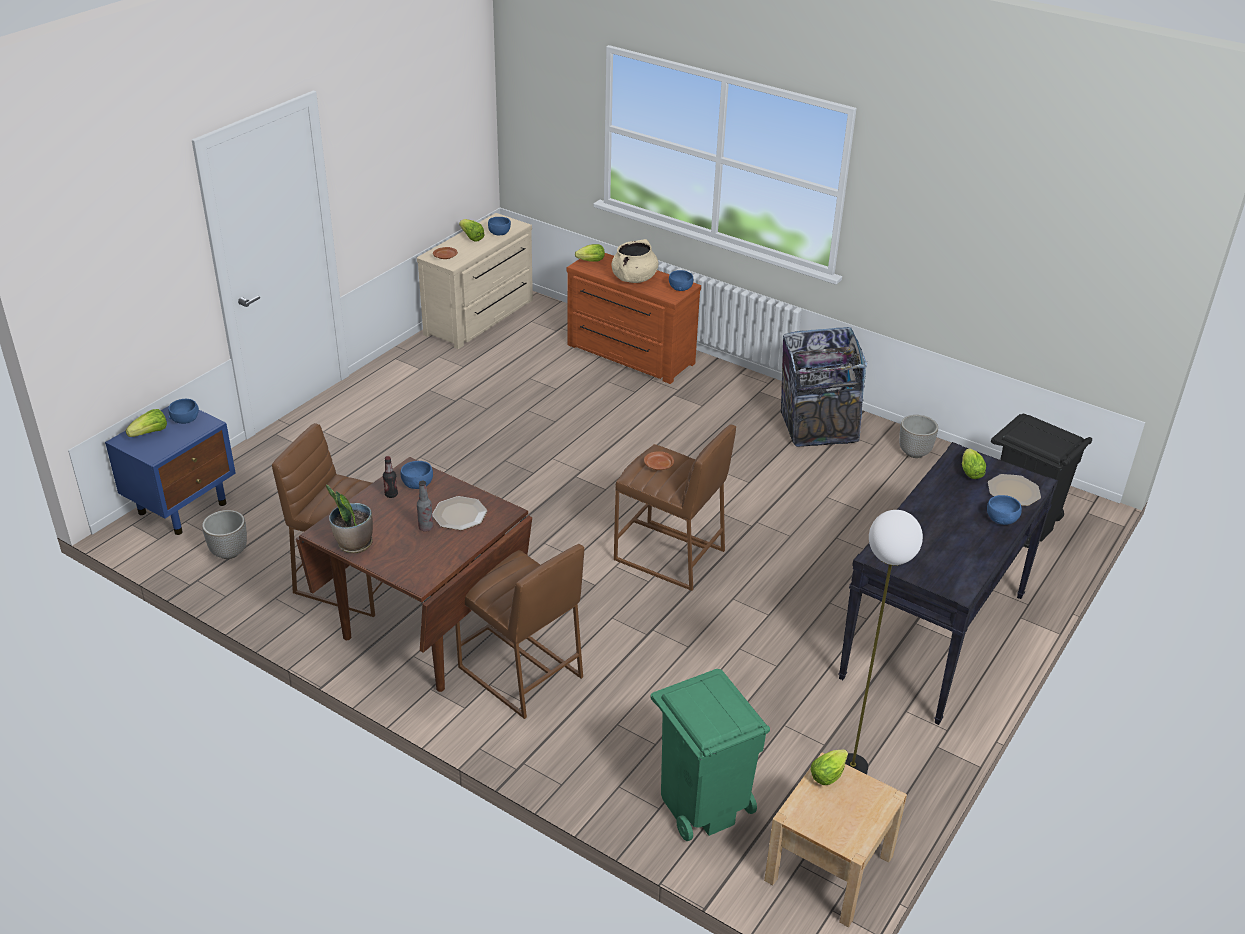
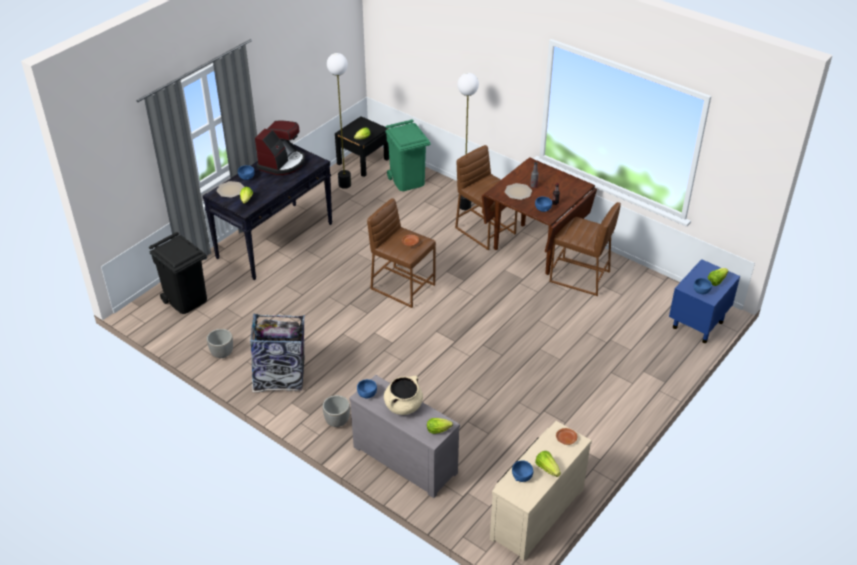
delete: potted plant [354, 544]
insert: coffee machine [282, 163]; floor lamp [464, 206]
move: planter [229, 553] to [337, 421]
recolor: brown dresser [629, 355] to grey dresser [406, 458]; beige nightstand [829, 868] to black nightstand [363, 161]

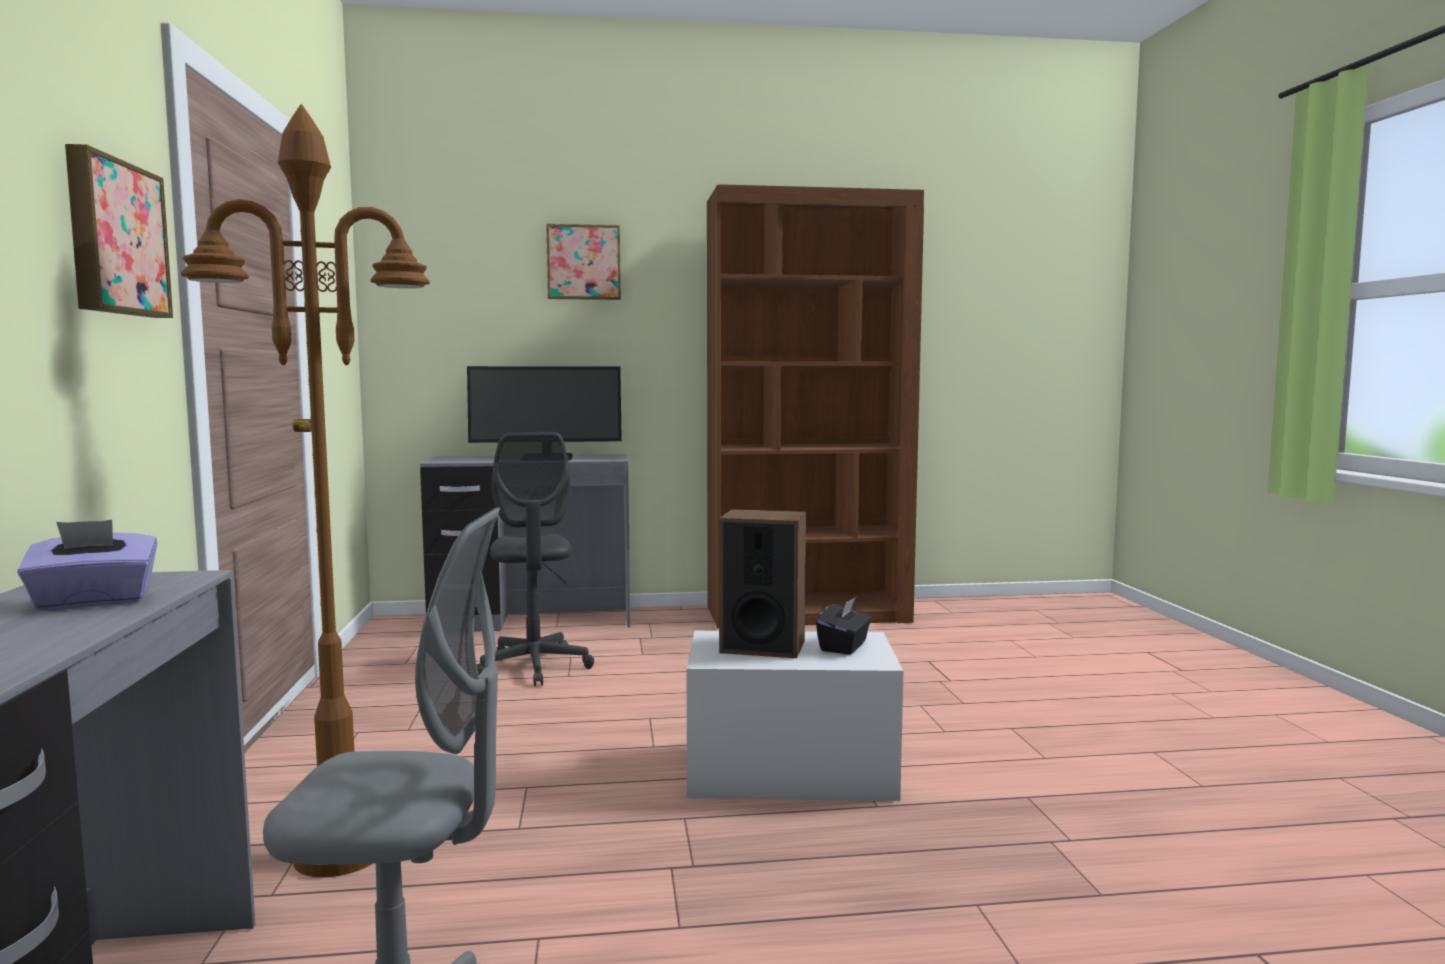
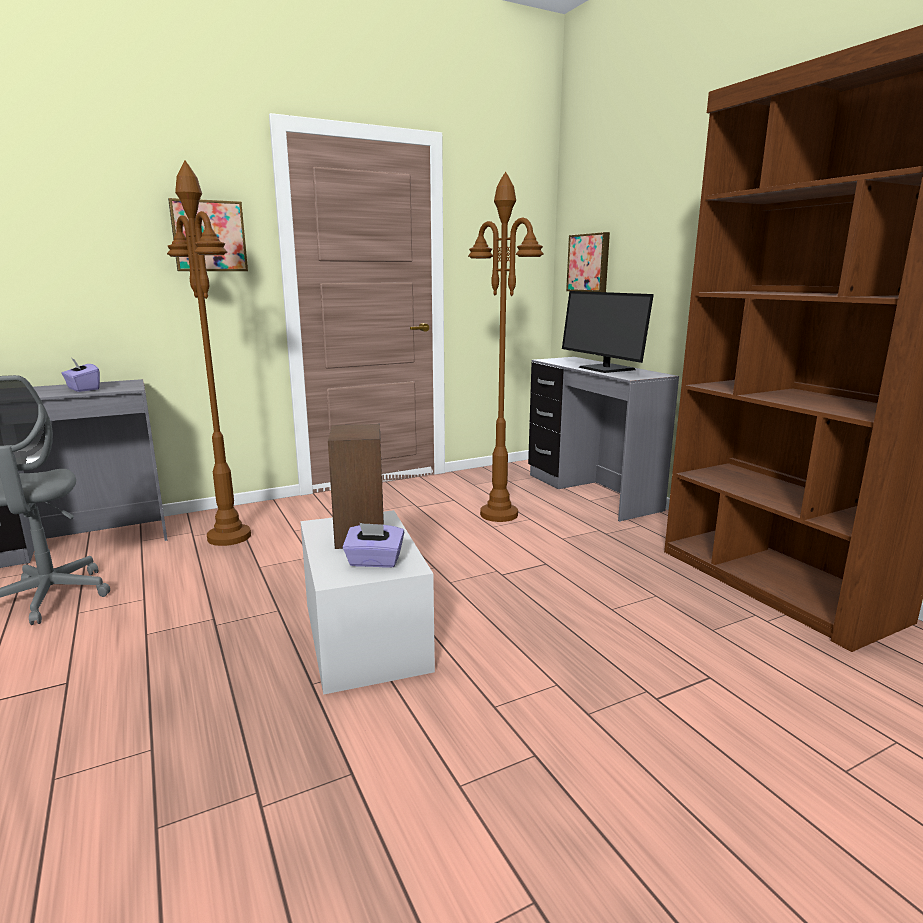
move: picture [584, 262] to [589, 263]
replace: grey office chair [534, 667] to brown floor lamp [498, 514]
recolor: black tissue box [844, 646] to purple tissue box [374, 562]

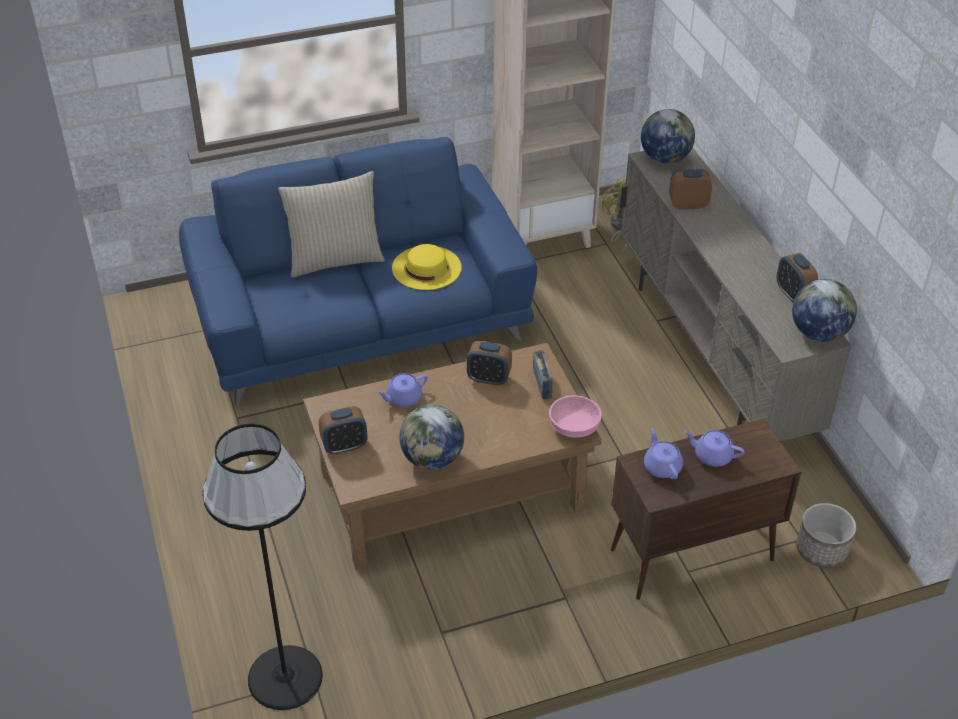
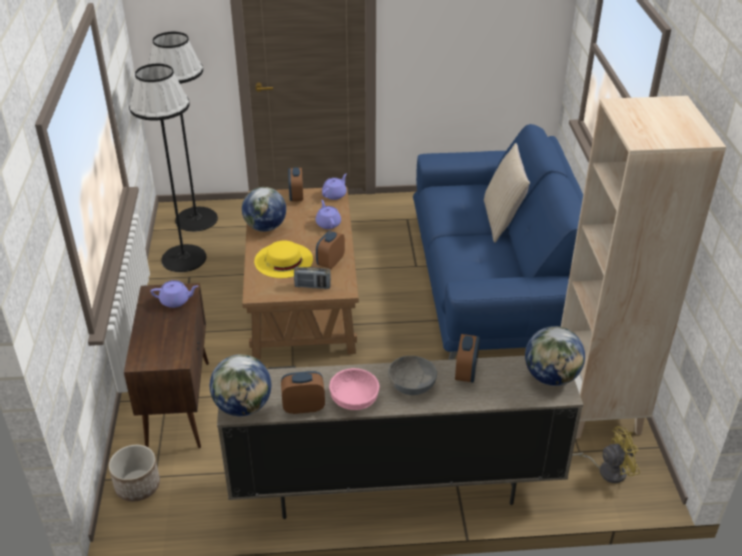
insert: black floor lamp [183, 258]; grey bowl [412, 386]
move: yellow hat [426, 267] to [283, 260]; pink bowl [575, 427] to [353, 399]; purple teapot [712, 456] to [335, 194]

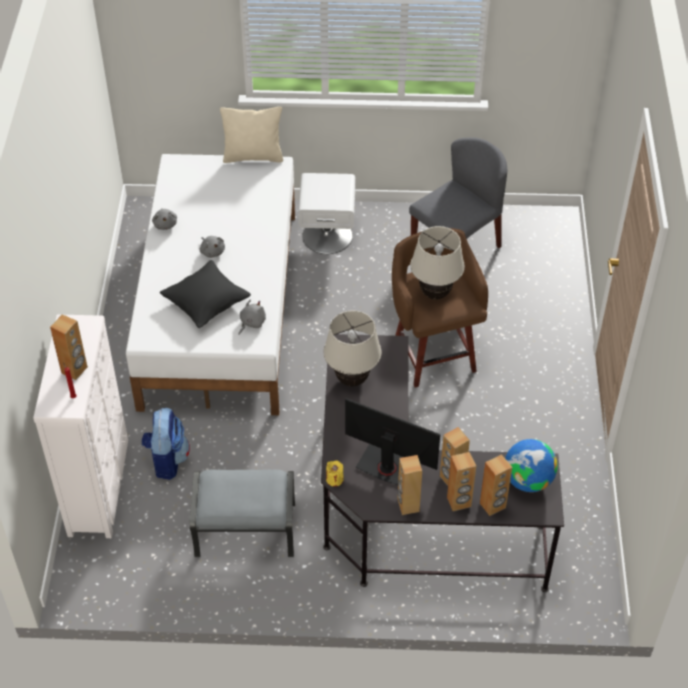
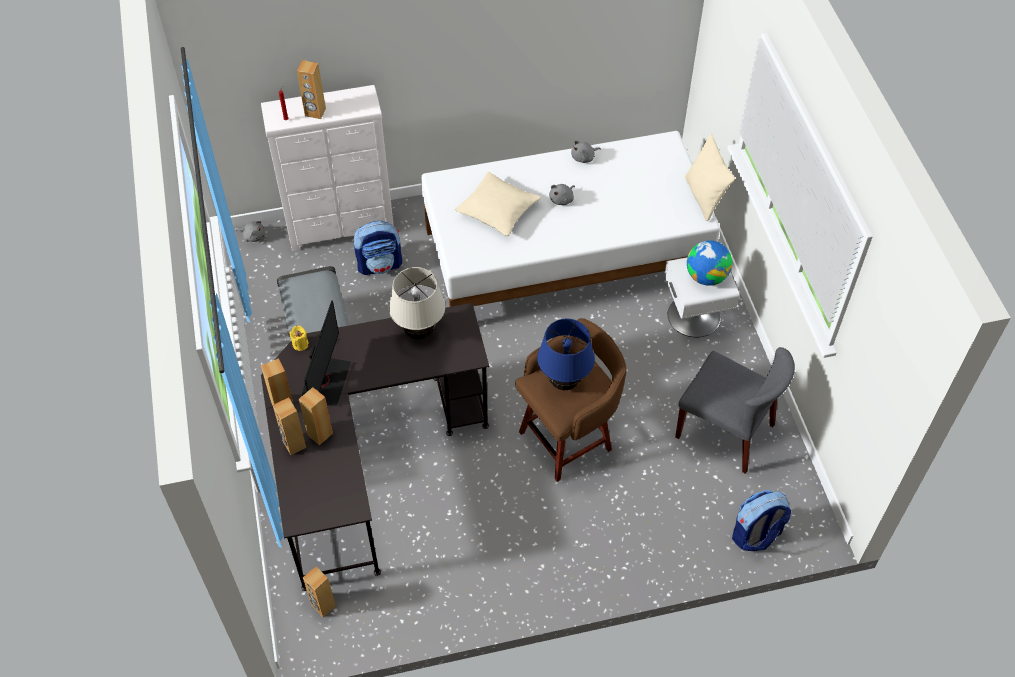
insert: backpack [756, 535]
move: grey plush toy [251, 323] to [253, 236]; brown speaker [492, 505] to [323, 606]; globe [527, 480] to [706, 276]
recolor: black pillow [206, 301] to beige pillow [498, 211]; beige table lamp [435, 294] to blue table lamp [564, 383]

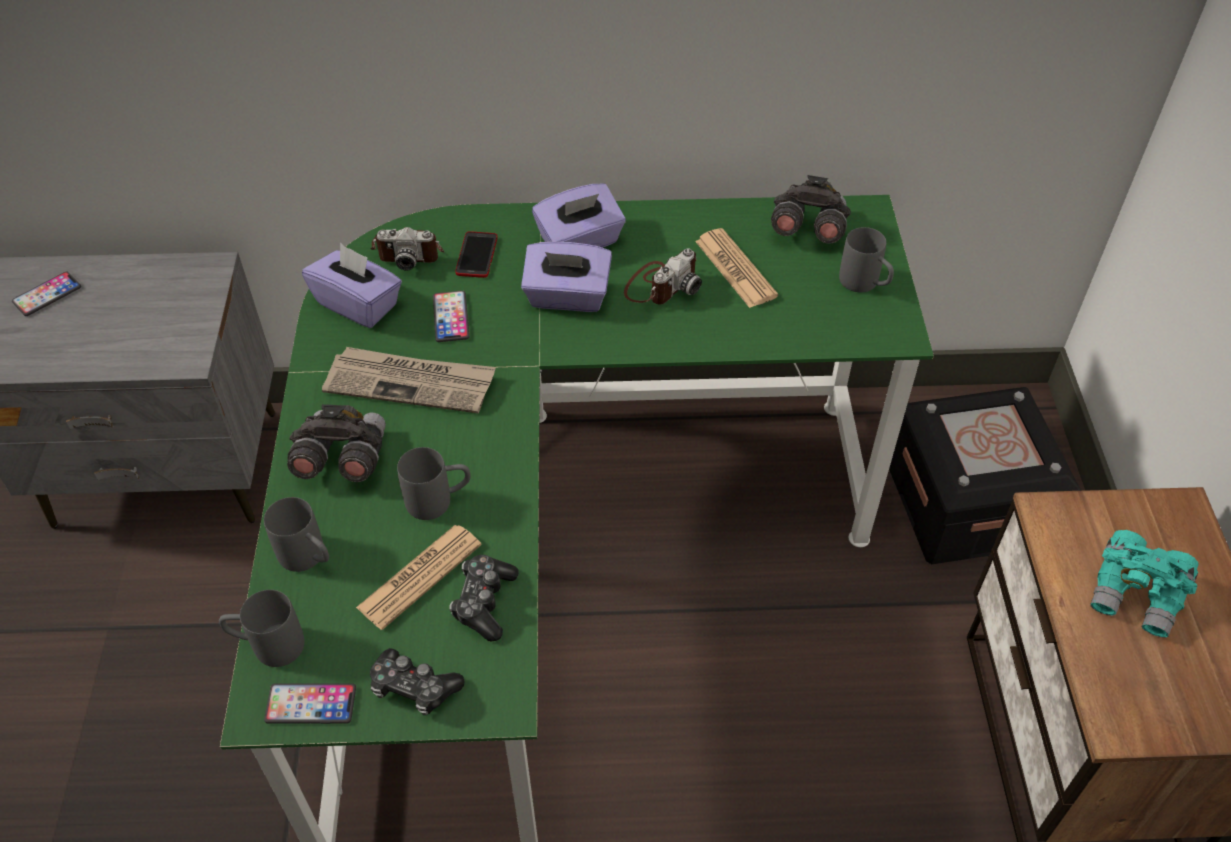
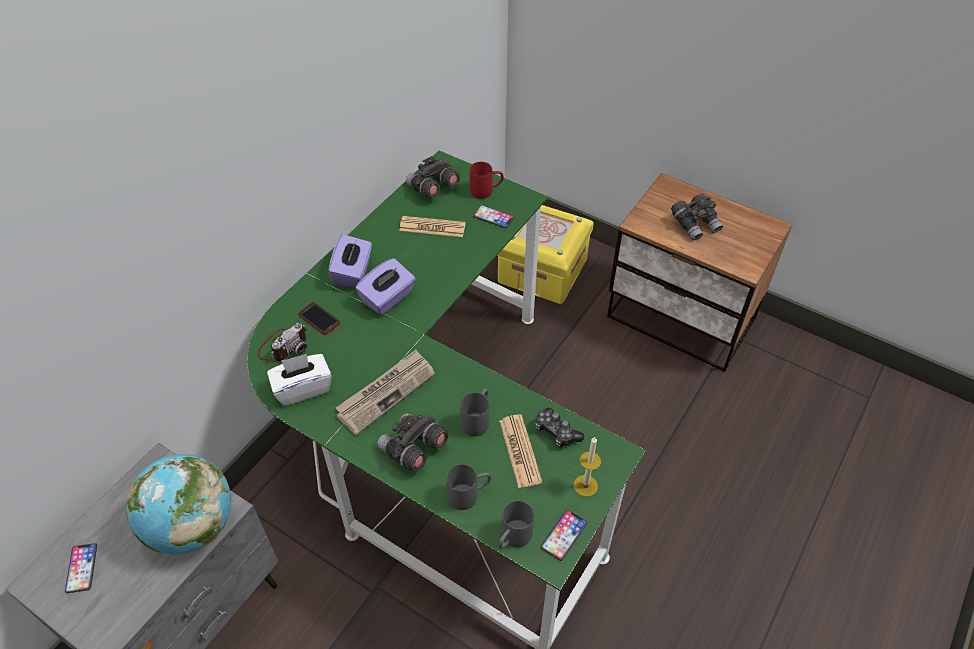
delete: photo camera [661, 285]
insert: globe [192, 526]
move: phone [451, 317] to [493, 217]
replace: game controller [414, 688] to candle [585, 486]
recolor: purple tissue box [358, 304] to white tissue box [303, 388]; grey mug [865, 284] to red mug [486, 191]; black storage box [966, 504] to yellow storage box [542, 271]; turquoise binoculars [1136, 595] to grey binoculars [695, 224]

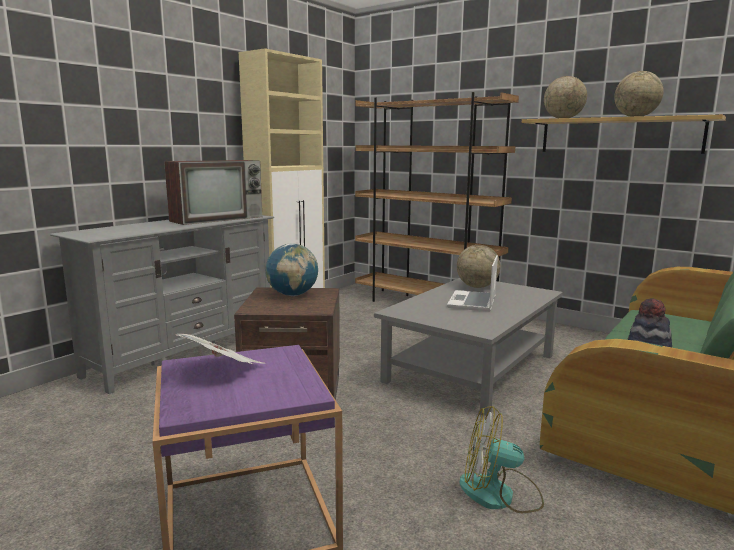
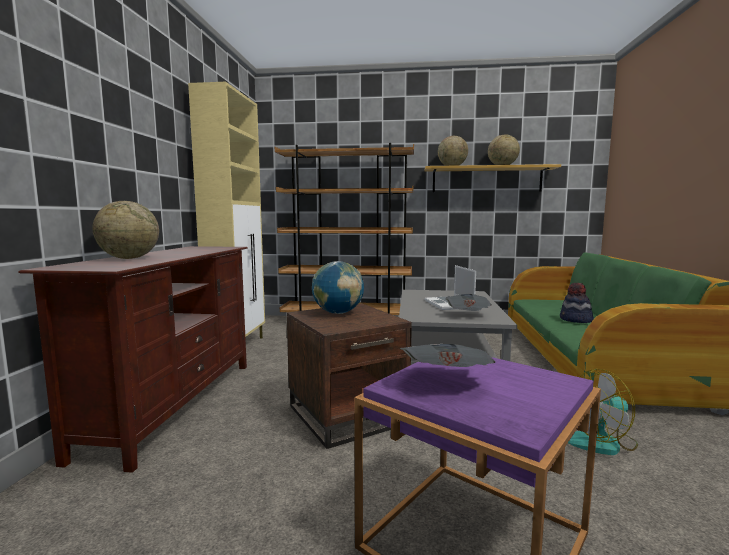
delete: television [218, 219]
insert: newspaper [468, 315]
move: globe [477, 286] to [129, 258]
recolor: grey tv stand [184, 353] to brown tv stand [174, 404]

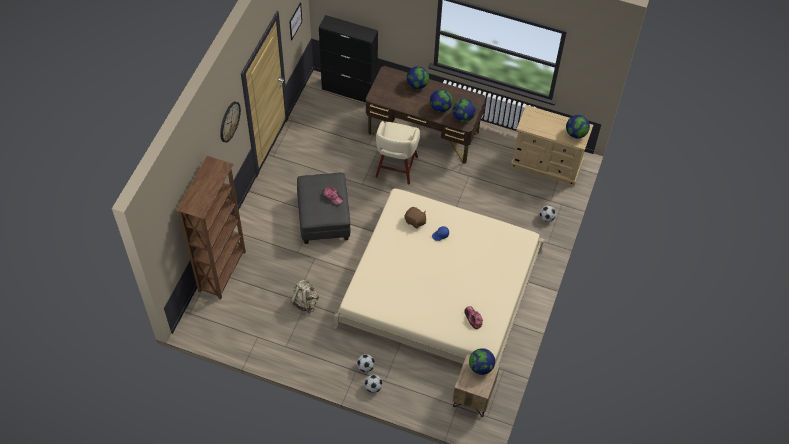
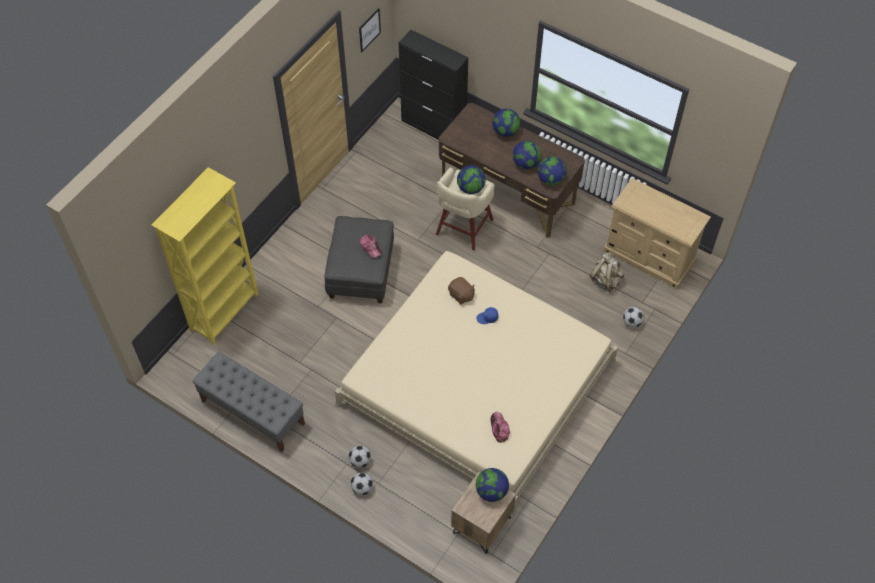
delete: wall clock [229, 121]
insert: grey bench [252, 412]
move: beige backpack [305, 302] to [606, 280]; globe [576, 133] to [470, 188]
recolor: brown bookcase [223, 271] to yellow bookcase [225, 312]

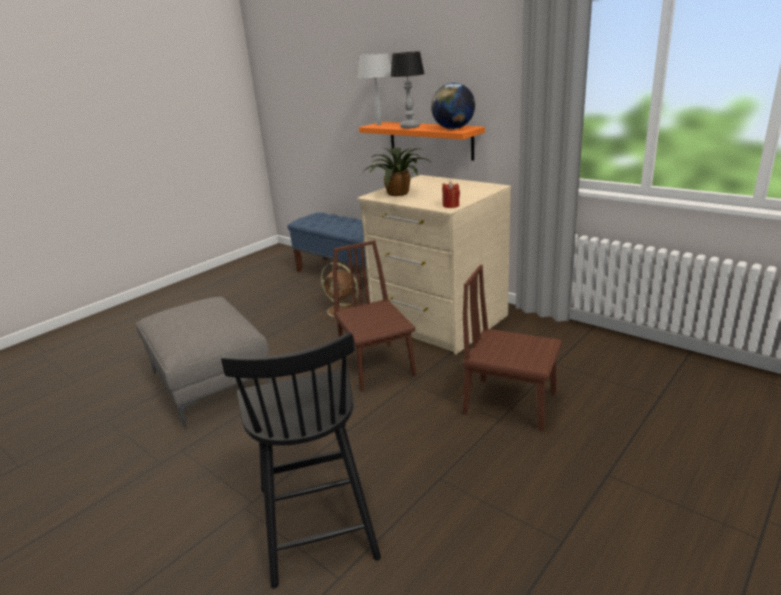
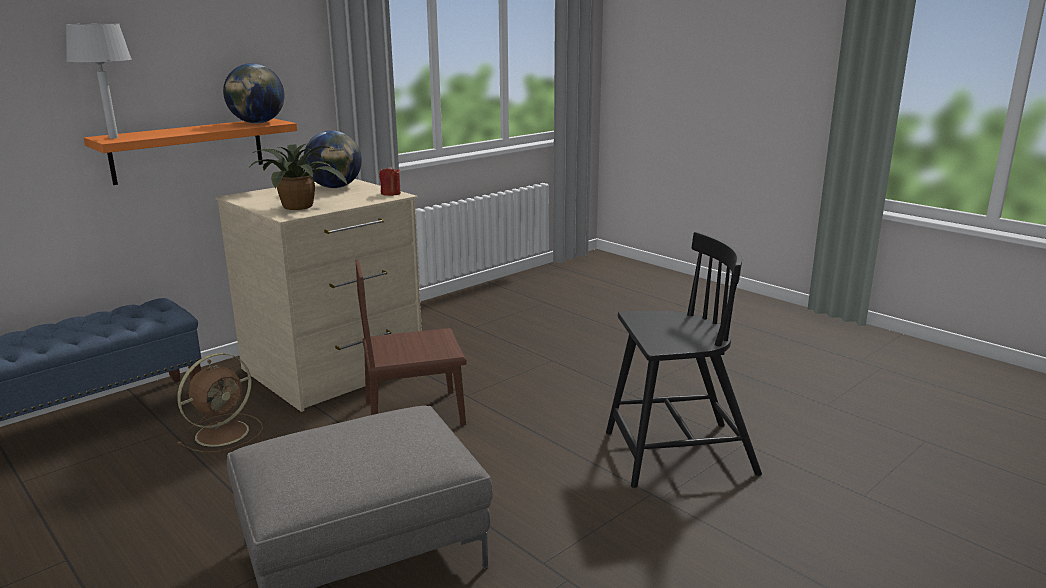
delete: table lamp [410, 127]; brown chair [510, 403]
insert: globe [335, 187]

